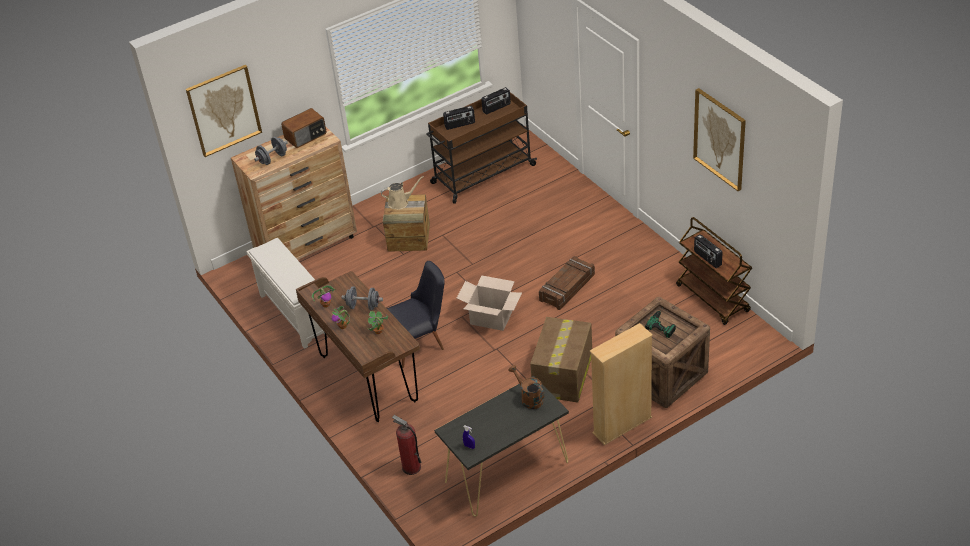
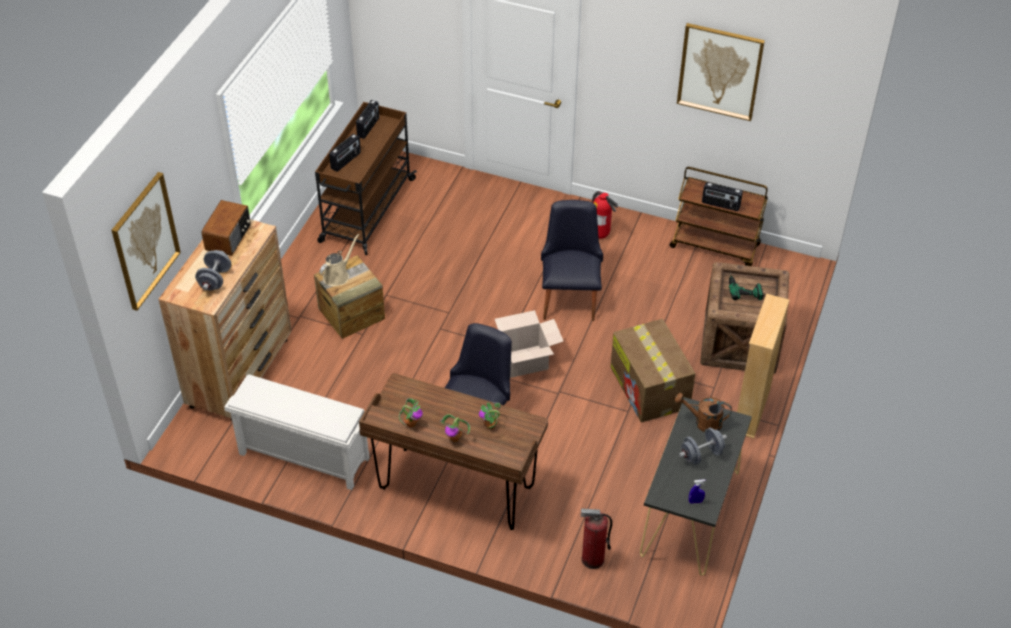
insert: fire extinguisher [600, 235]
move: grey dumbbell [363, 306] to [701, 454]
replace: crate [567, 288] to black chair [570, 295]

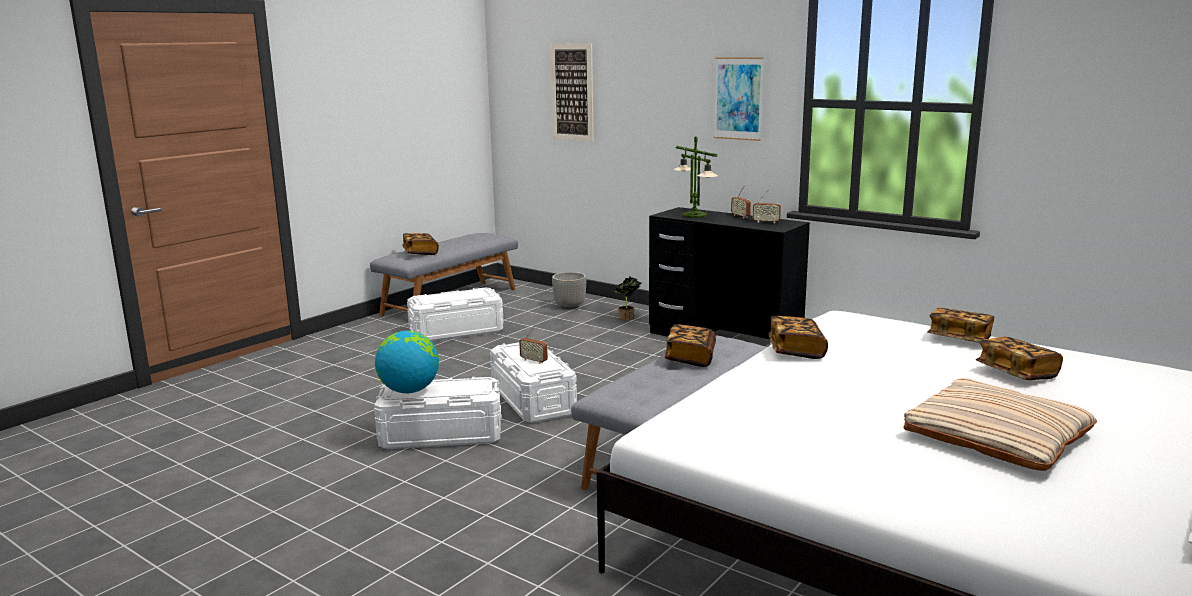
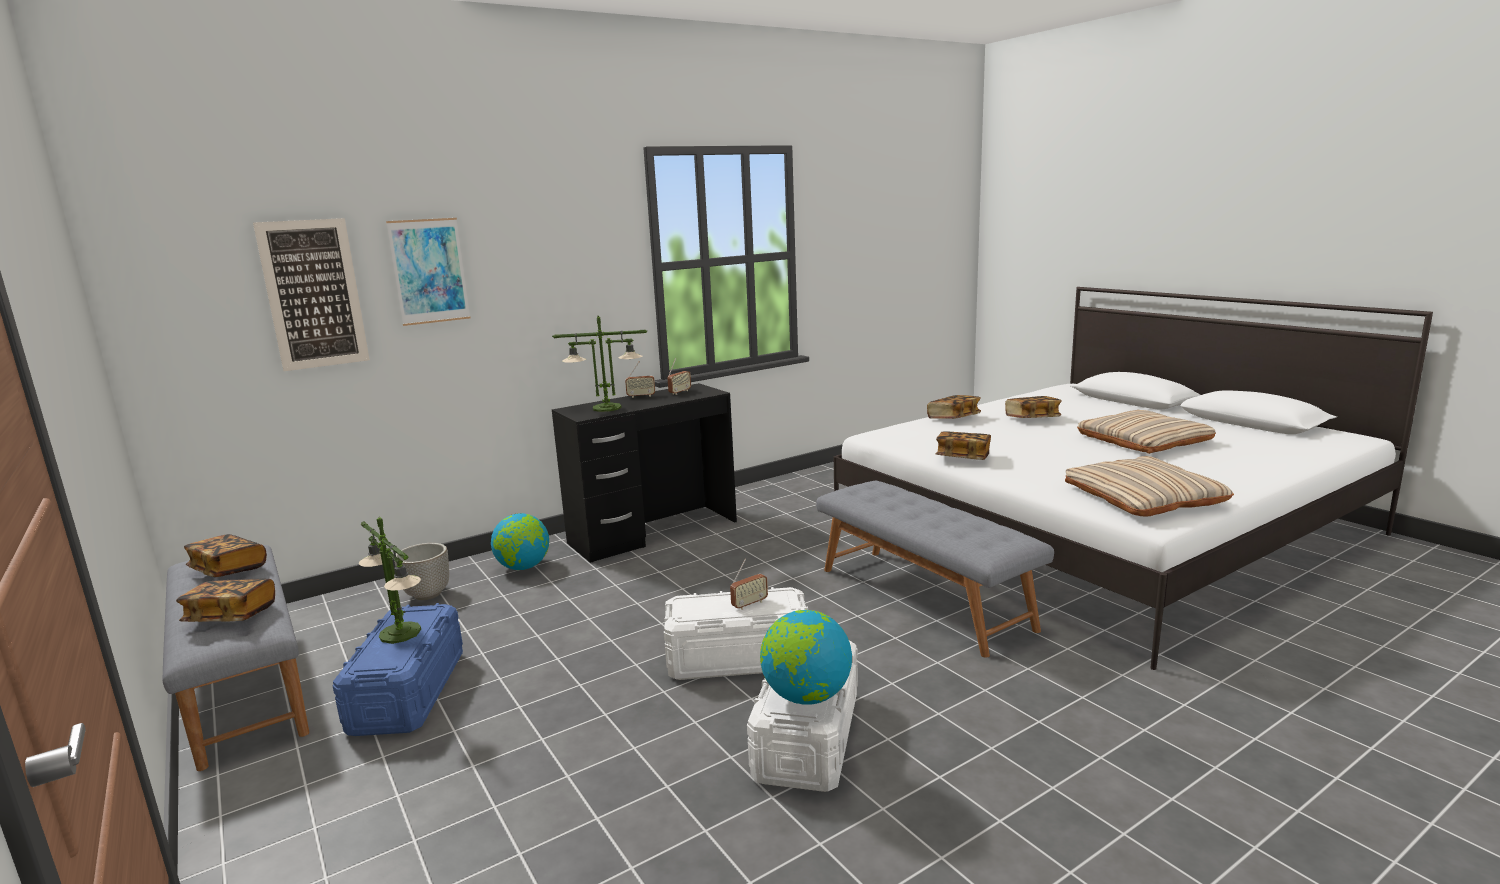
insert: table lamp [400, 633]; beige pillow [1143, 497]
move: book [690, 358] to [228, 569]; picture [738, 98] to [429, 271]
replace: potted plant [626, 318] to globe [523, 567]
recolor: white storage box [456, 331] to blue storage box [408, 692]

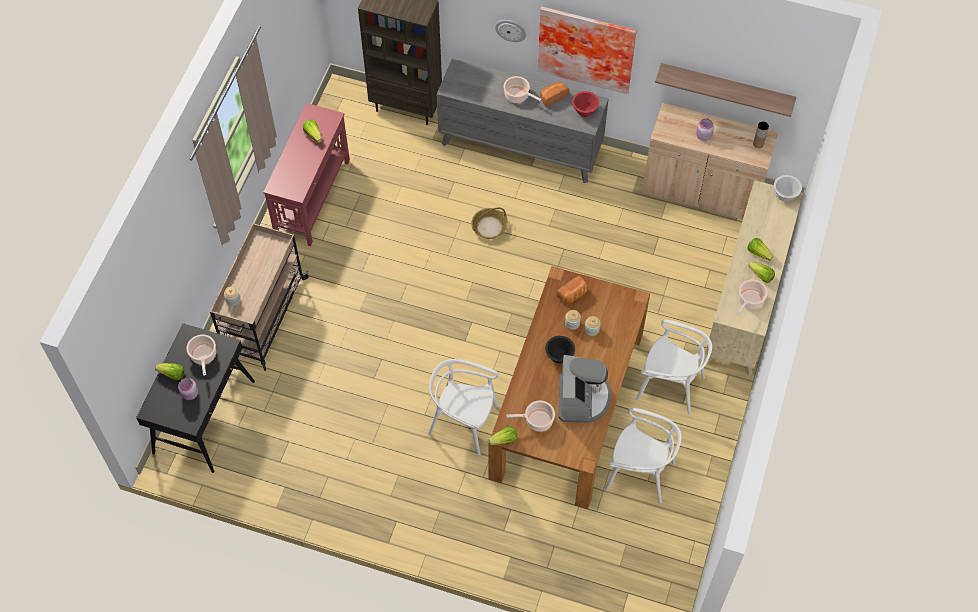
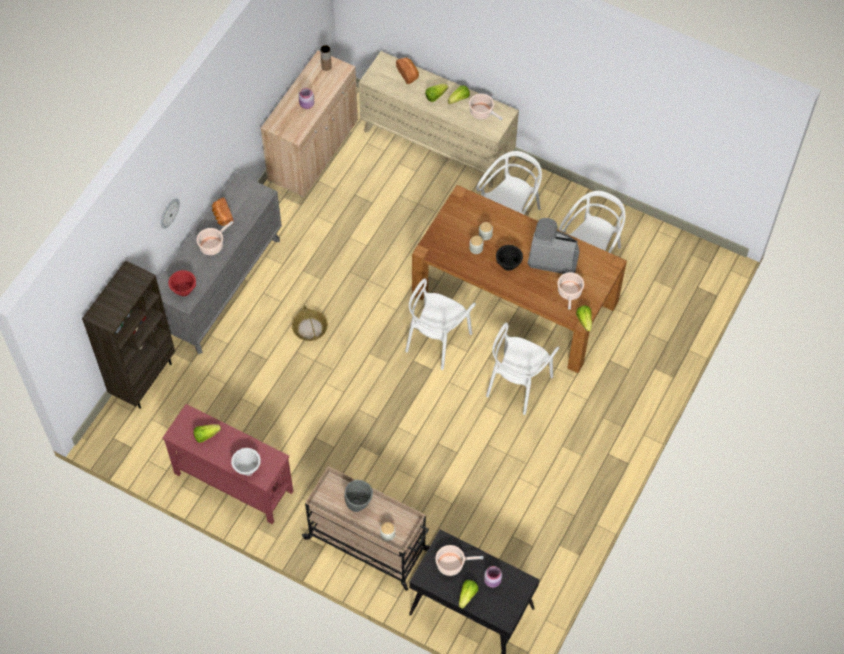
delete: picture [586, 47]; shelf [726, 88]
insert: grey vase [359, 505]; white chair [437, 340]
move: bread [573, 295] to [408, 74]; red bowl [584, 111] to [184, 290]; white bowl [785, 196] to [247, 468]

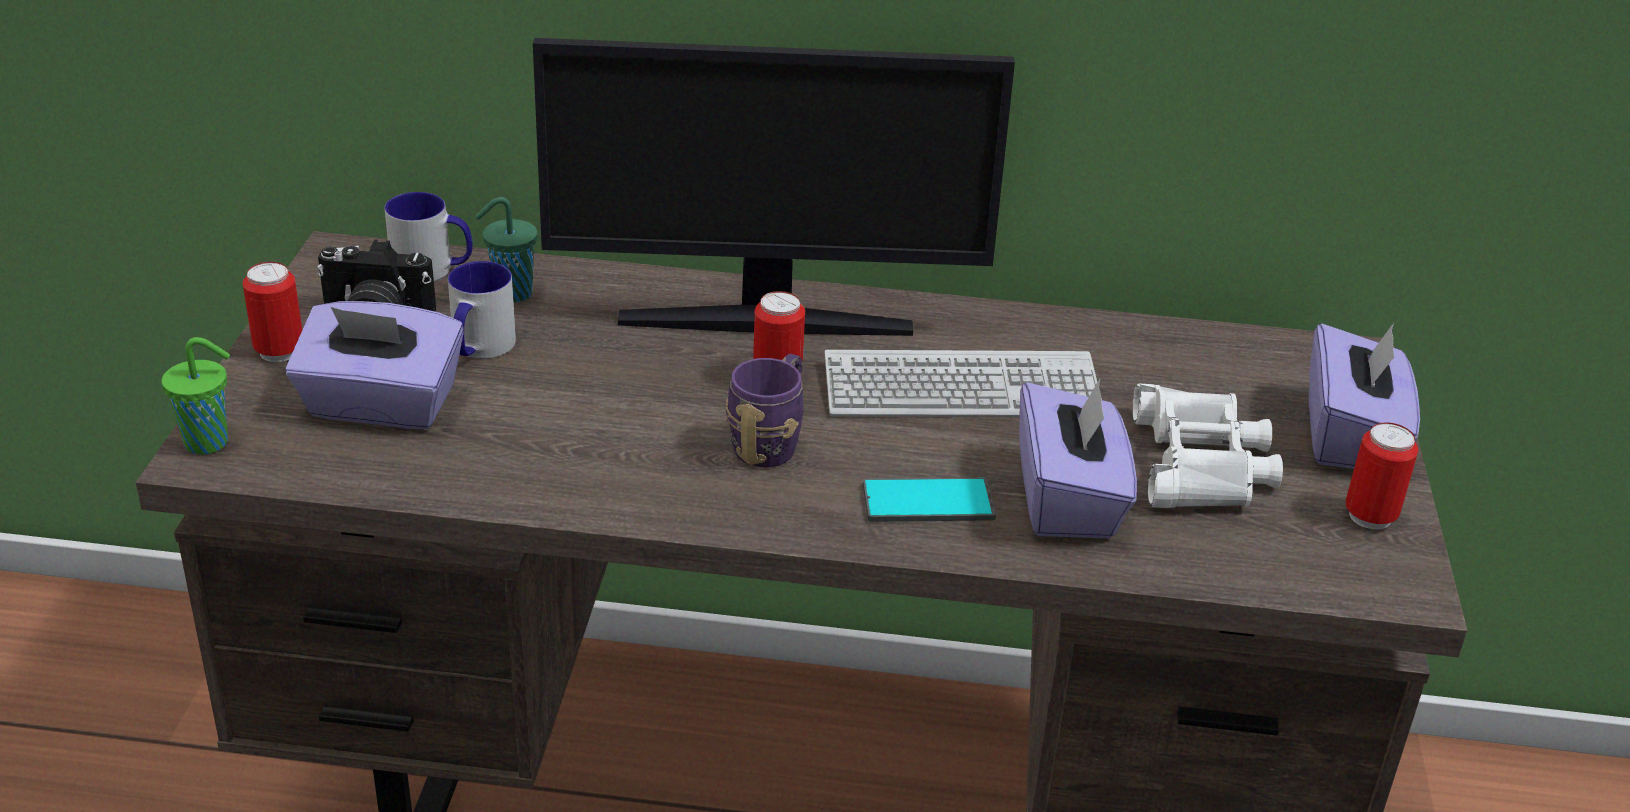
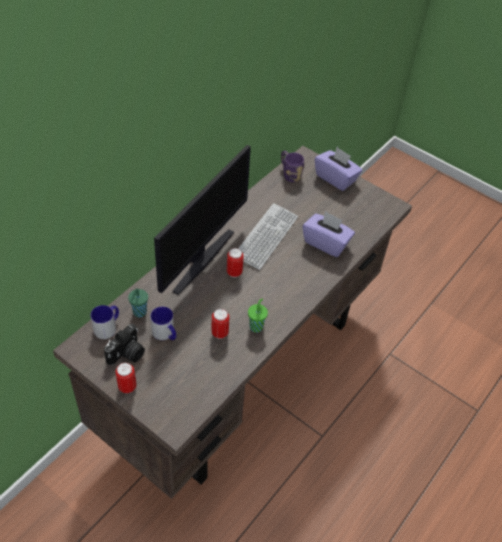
delete: purple tissue box [381, 406]; phone [928, 502]; white binoculars [1202, 463]
move: green cup [209, 442] to [256, 326]; purple mug [771, 441] to [289, 174]; can [1370, 516] to [220, 333]

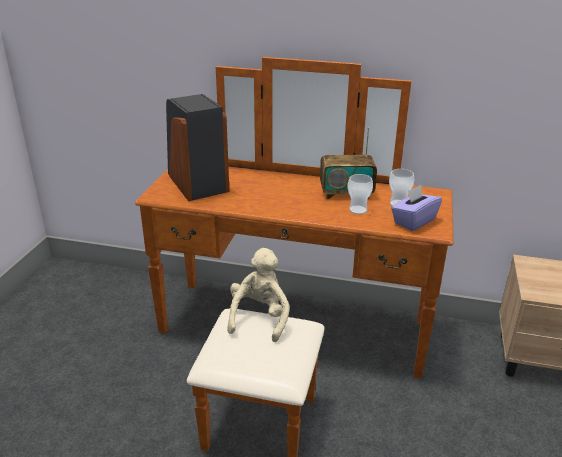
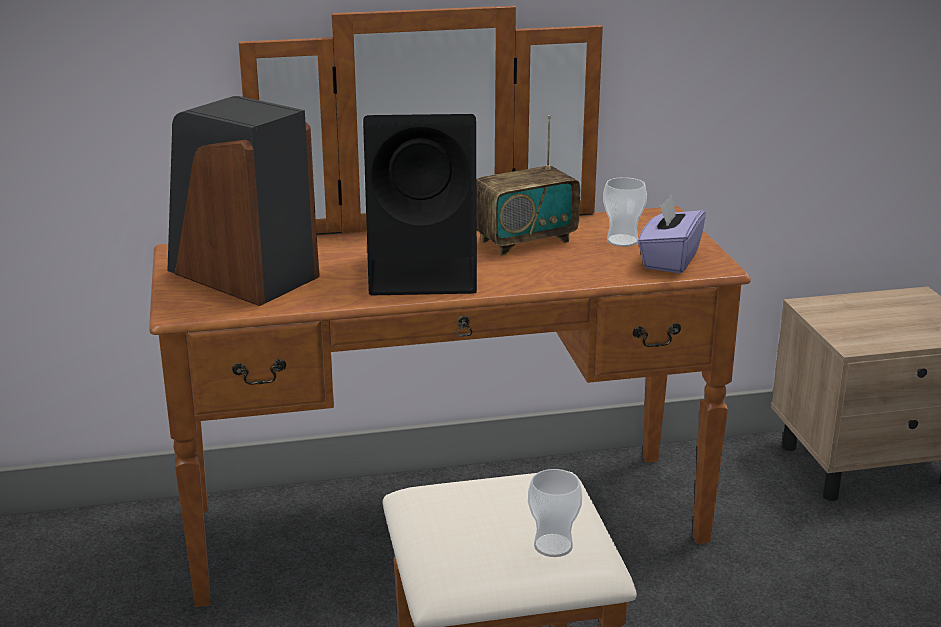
delete: beige plush toy [259, 317]
insert: black speaker [426, 273]
move: cup [358, 210] to [553, 546]

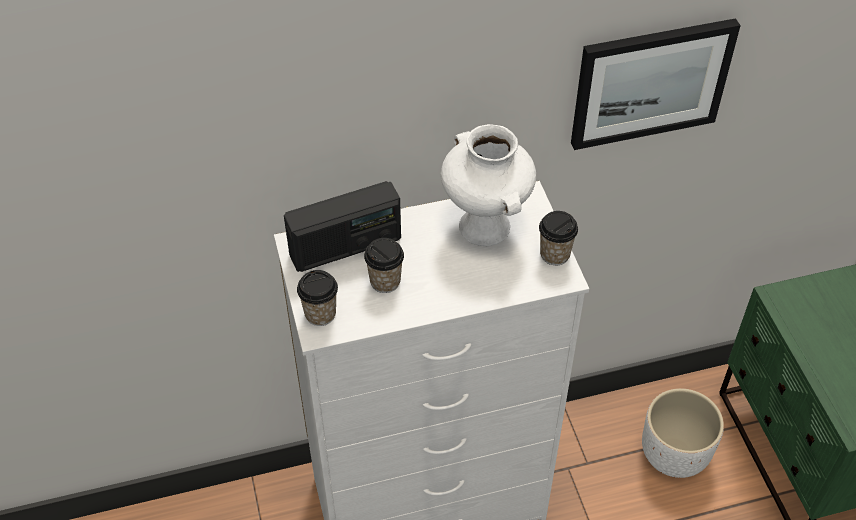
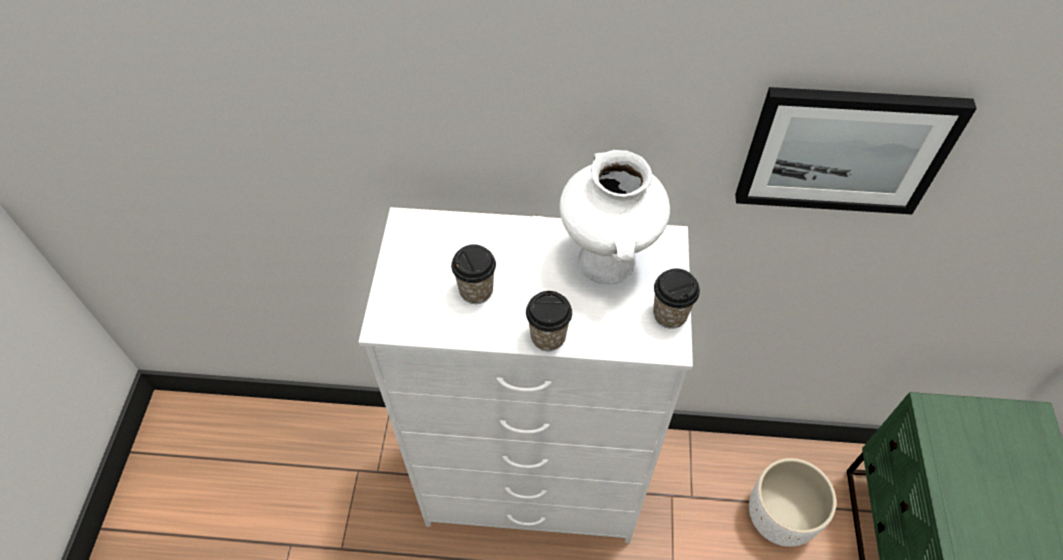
delete: radio [345, 247]
move: cup [320, 314] to [548, 337]

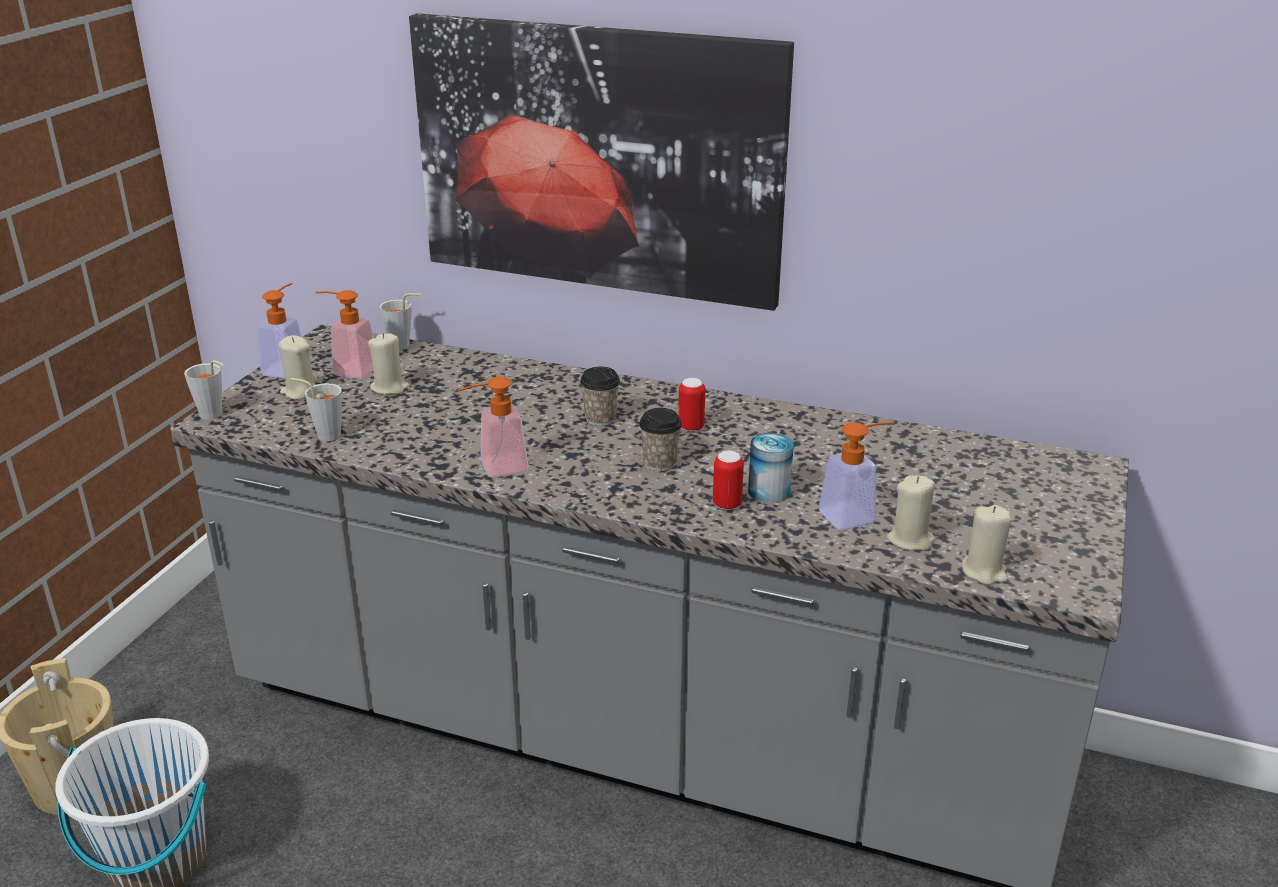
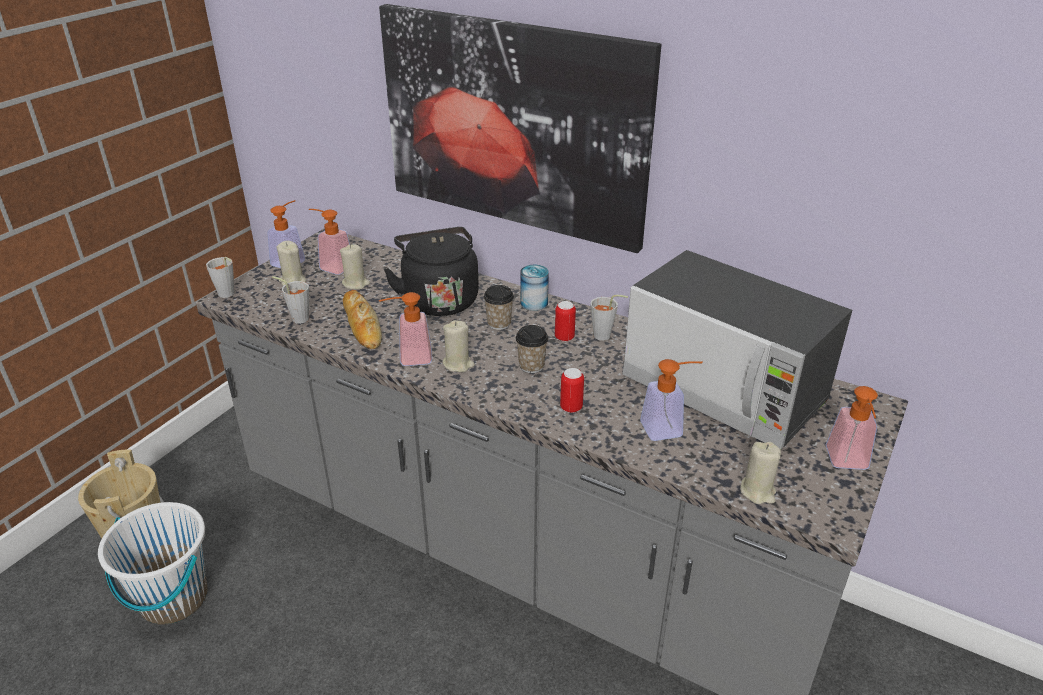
insert: bread [362, 324]; black kettle [439, 299]; microwave [724, 390]; soap dispenser [848, 463]
move: grey cup [404, 346] to [606, 336]; can [769, 491] to [534, 303]; beige candle [910, 540] to [458, 364]

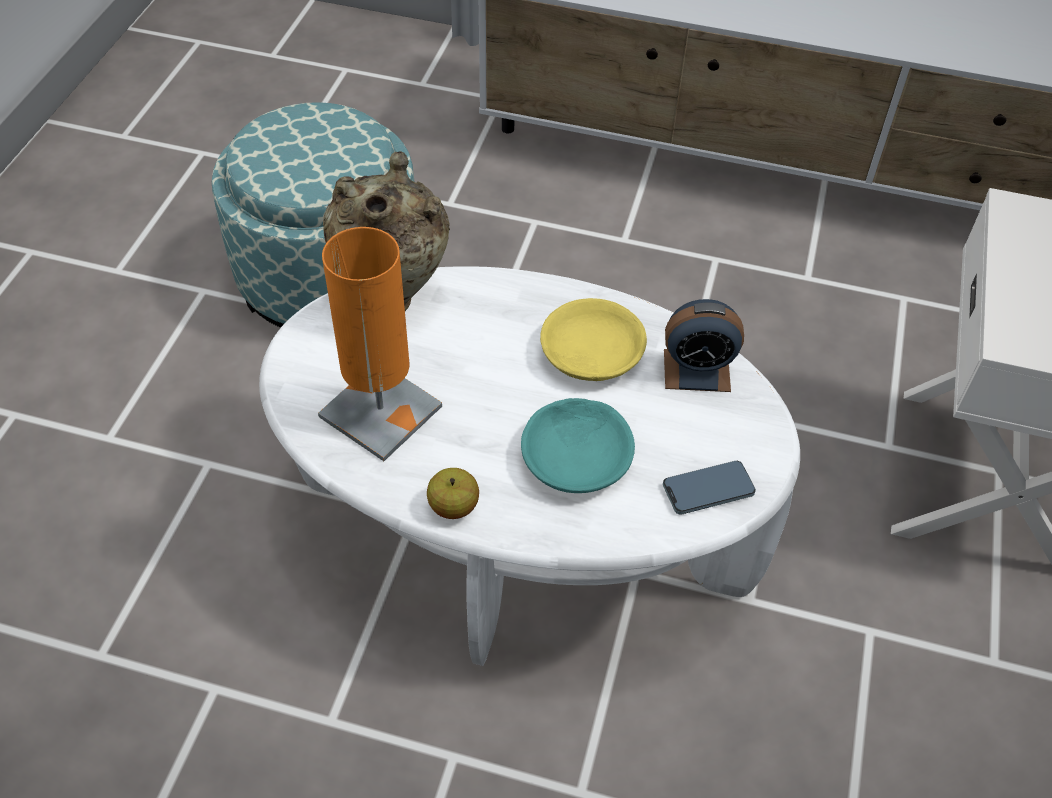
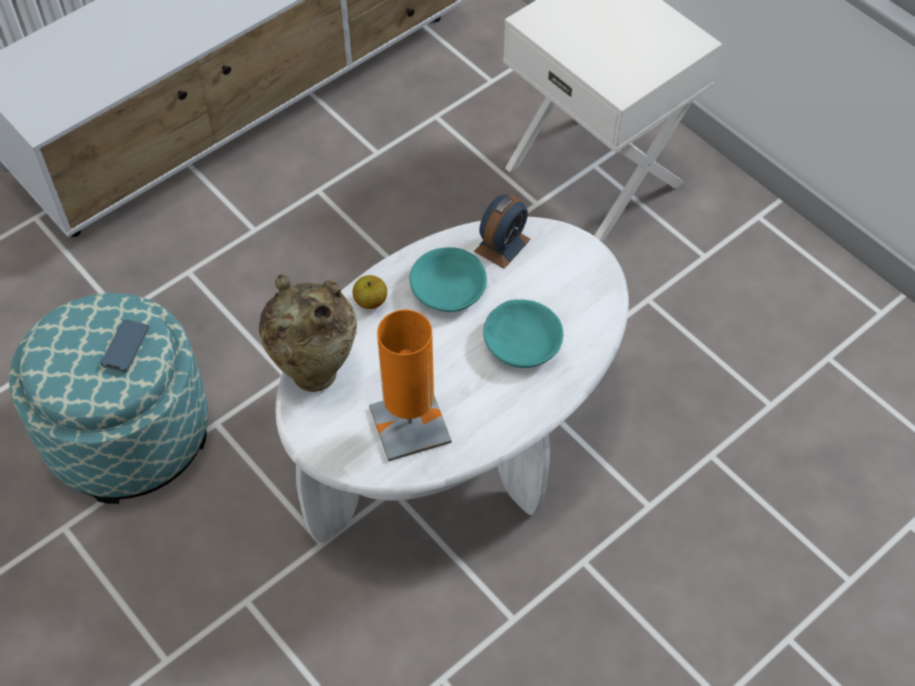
move: apple [453, 506] to [370, 301]; phone [708, 490] to [126, 347]
recolor: yellow bowl [590, 353] to turquoise bowl [448, 290]

